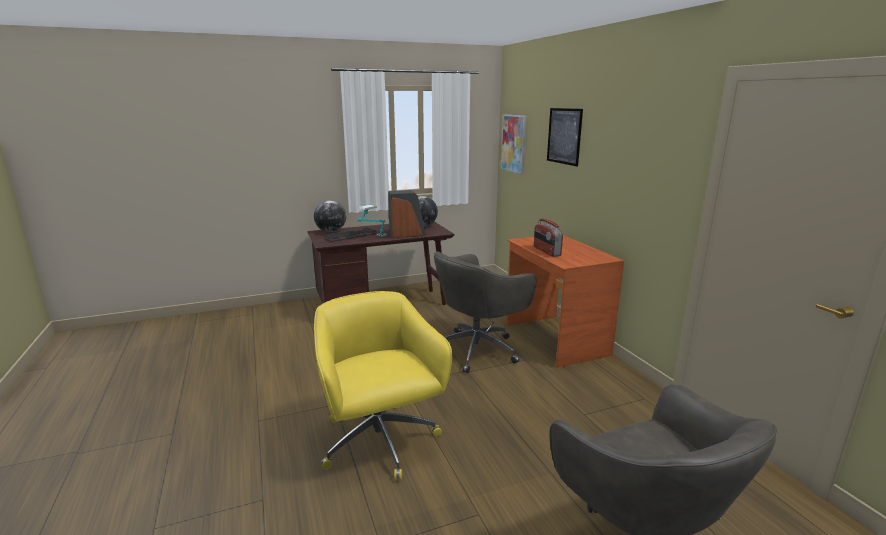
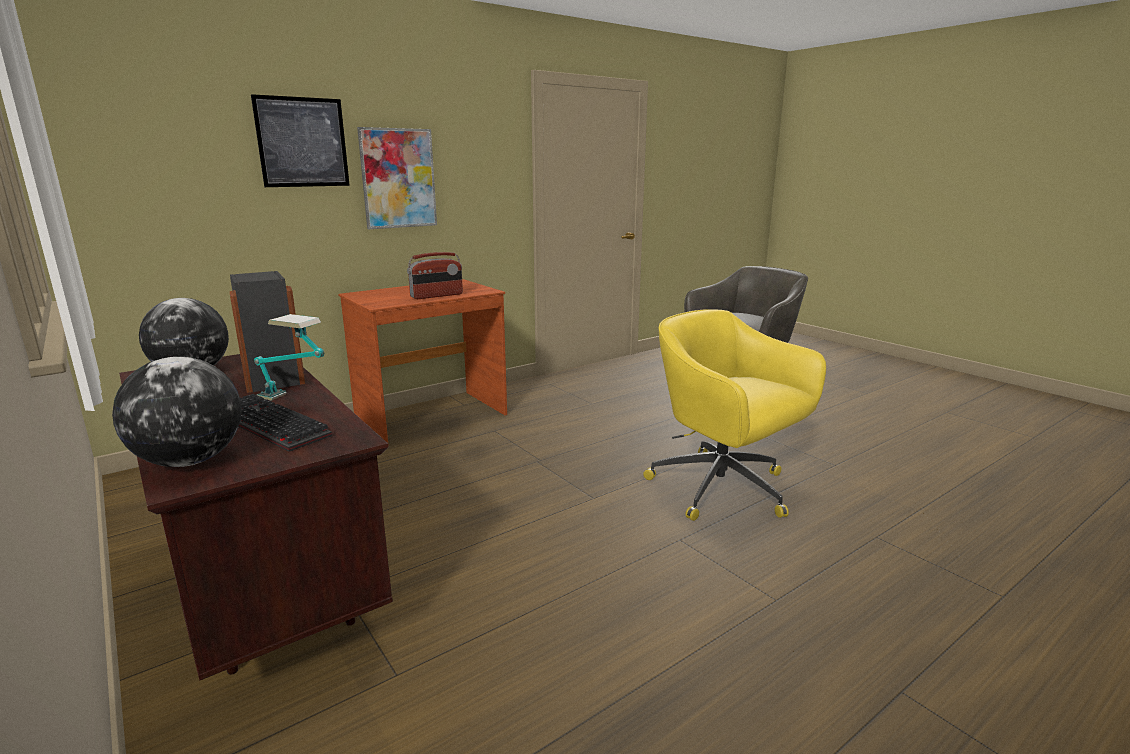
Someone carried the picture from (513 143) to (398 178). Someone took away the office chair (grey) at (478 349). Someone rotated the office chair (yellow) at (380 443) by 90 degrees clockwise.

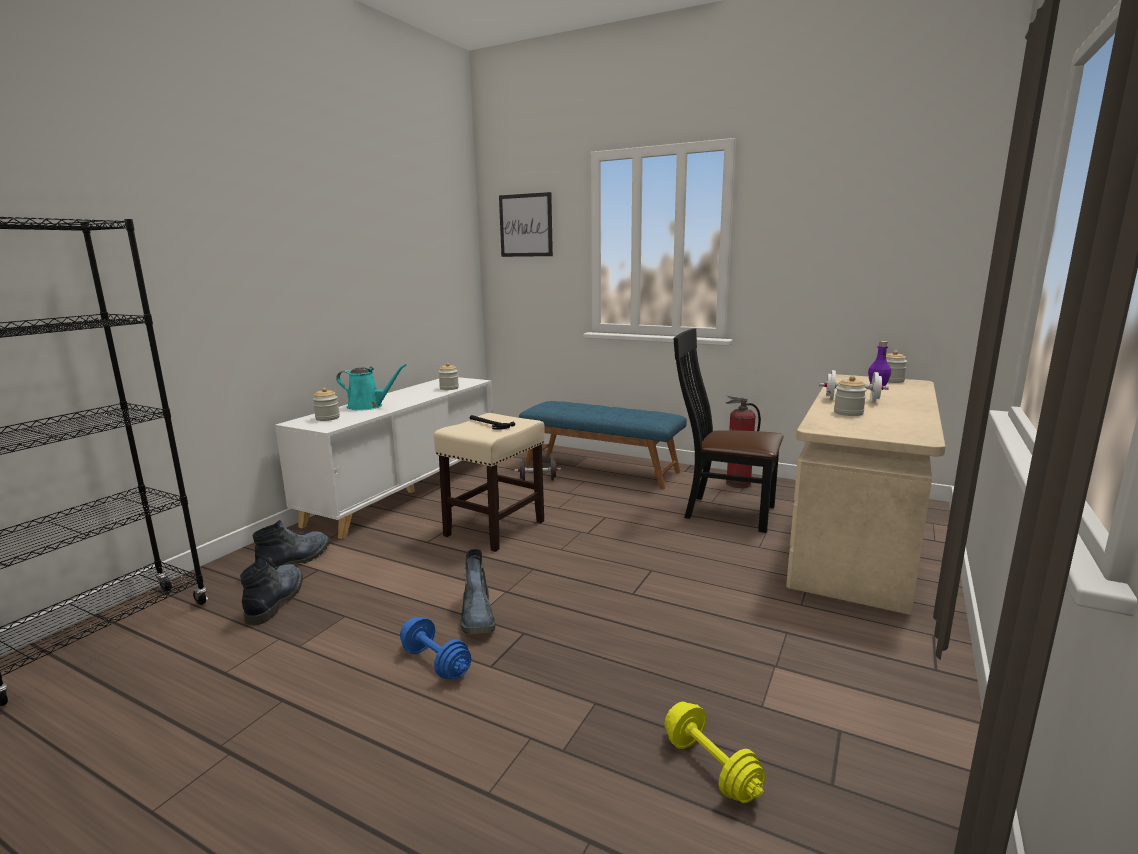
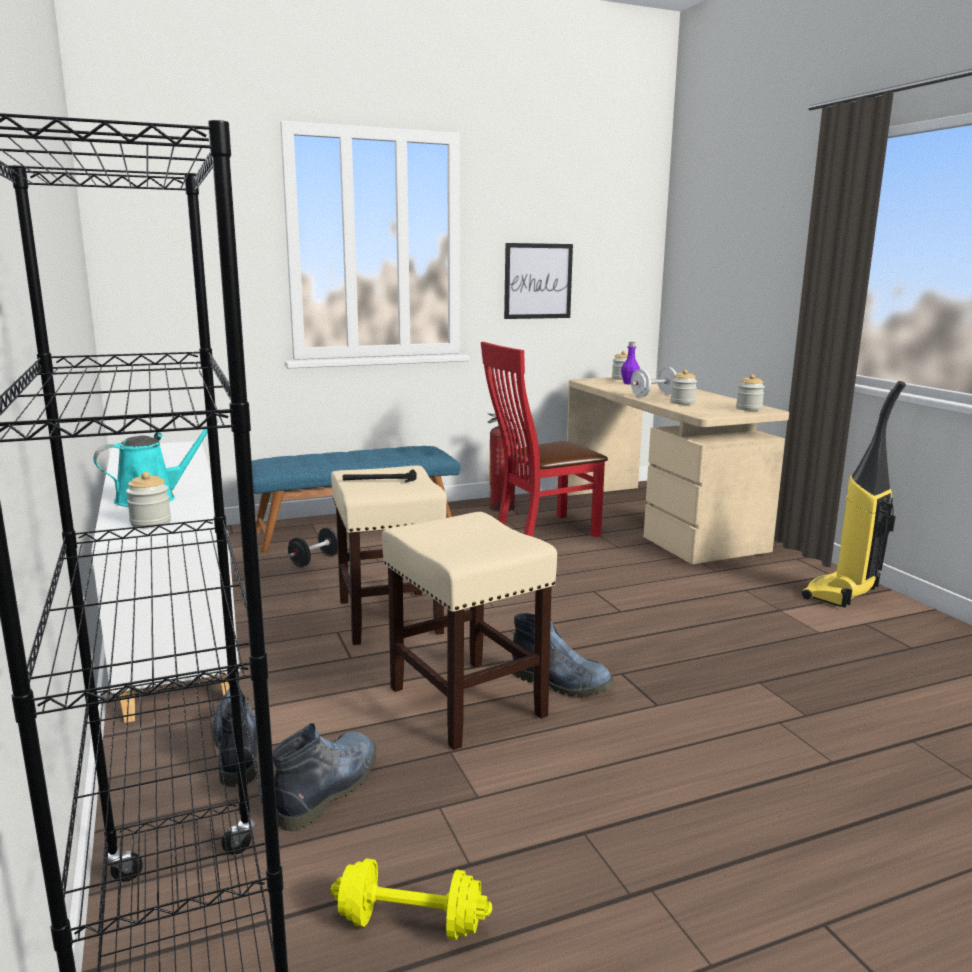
Someone carried the picture from (526 225) to (538 281). Someone repainted the chair (black) at (723 511), which became the chair (red) at (540 531). Someone carried the jar from (449 388) to (749 408). Someone rotated the boot at (276 599) by 75 degrees clockwise. Someone took away the dumbbell (blue) at (436 662). Someone carried the dumbbell (yellow) from (711 768) to (410 923). Someone put down the vacuum cleaner at (841 594). Someone put down the stool (beige) at (465 701).

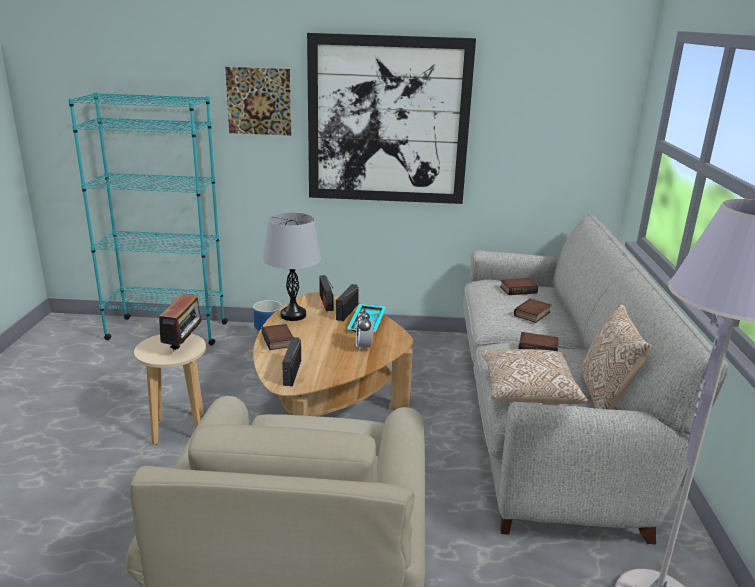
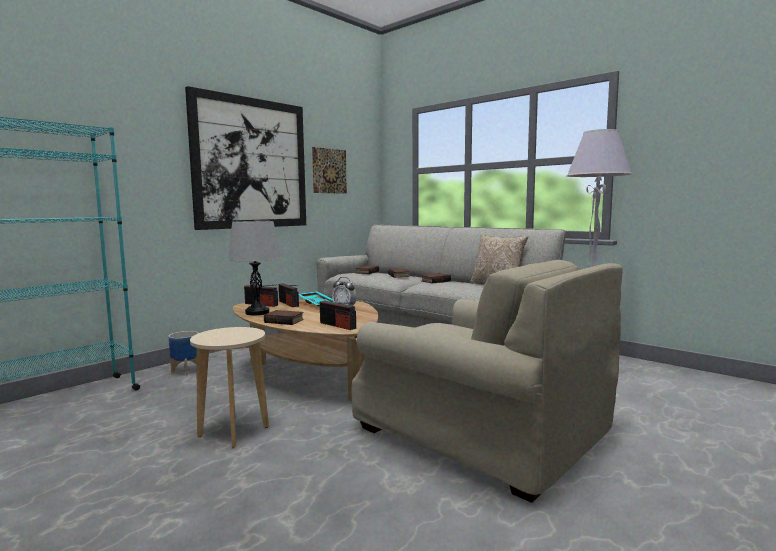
Someone carried the picture from (259 101) to (329 171). Someone took away the radio at (184 345). Someone took away the pillow at (528 391).

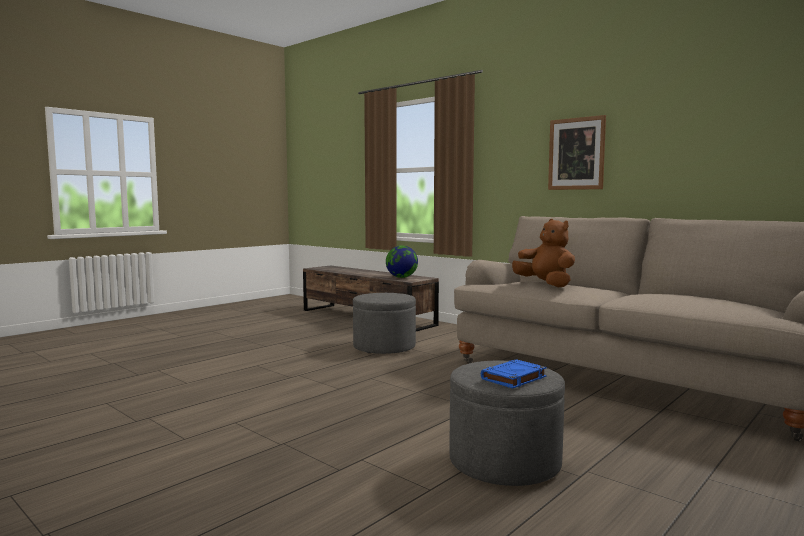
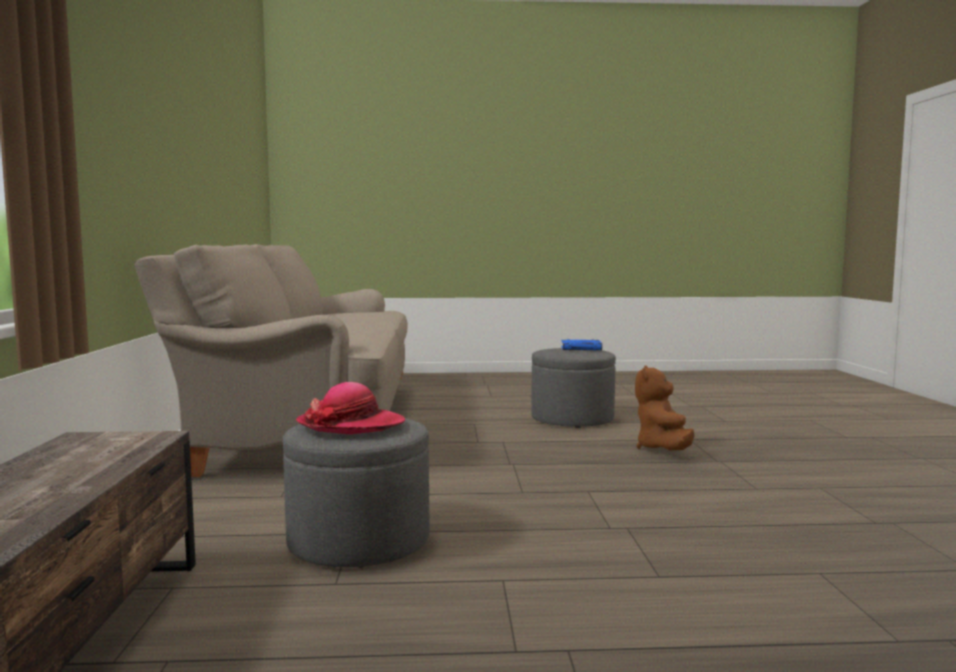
Someone took away the picture at (576 154). Someone carried the plush toy (brown) from (545 284) to (663 449). Someone took away the globe at (401 277). Someone put down the hat at (351 425).

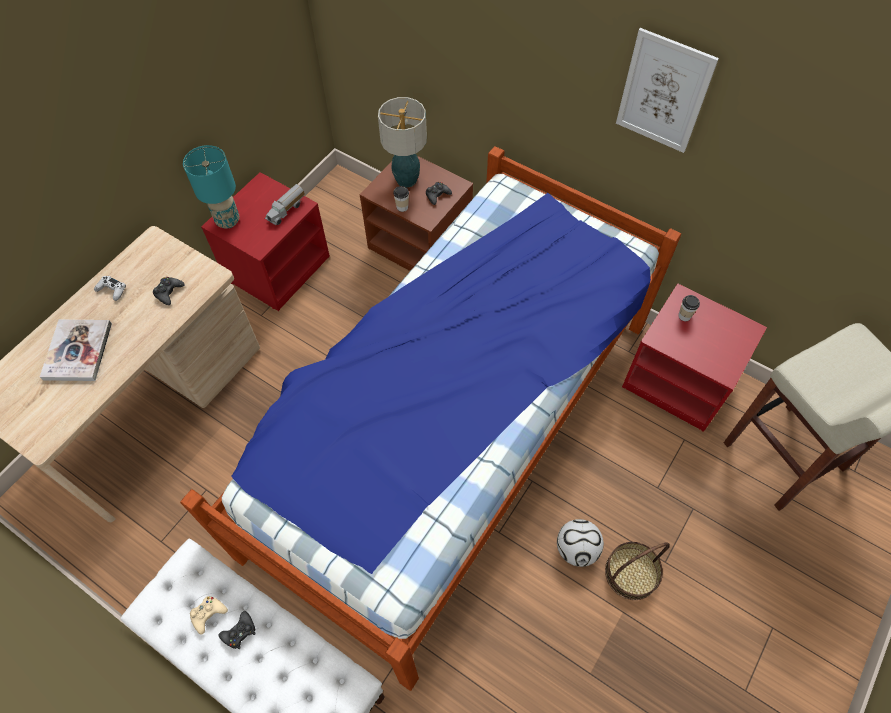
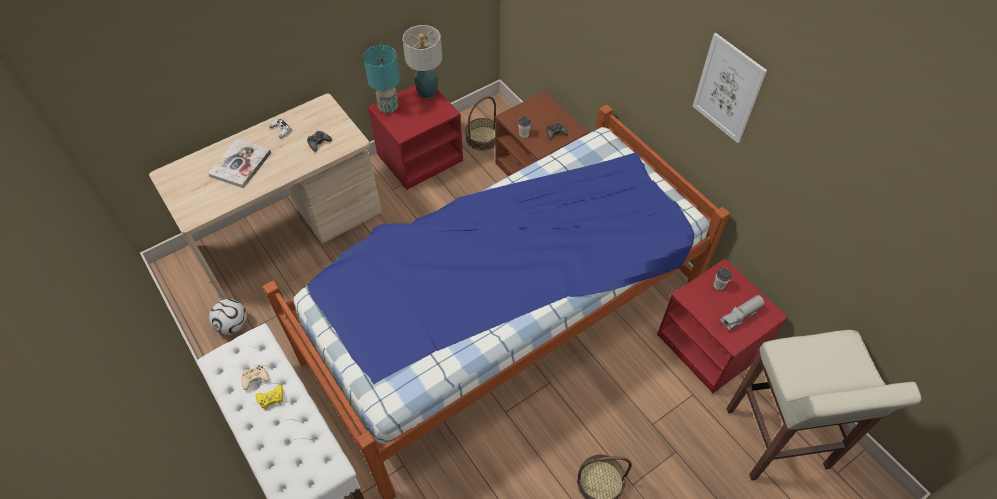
Someone carried the table lamp from (406 179) to (427 92). Someone carried the toy truck from (287 211) to (740 317). Someone carried the football from (576 549) to (233 325). Someone repainted the game controller (black) at (240 632), which became the game controller (yellow) at (271 399). Someone put down the basket at (482 138).

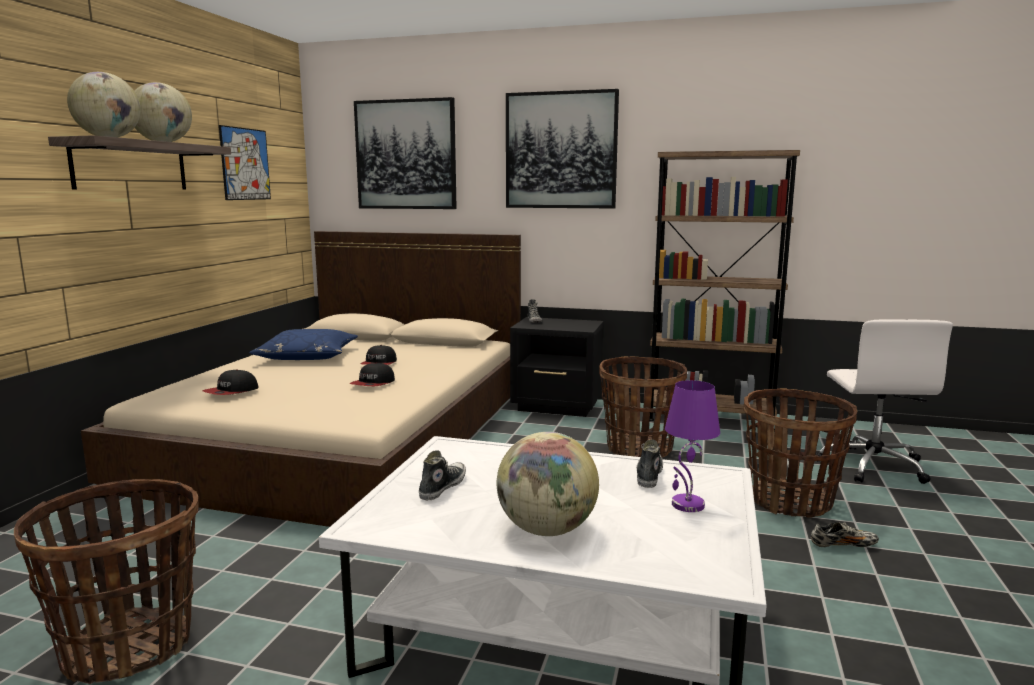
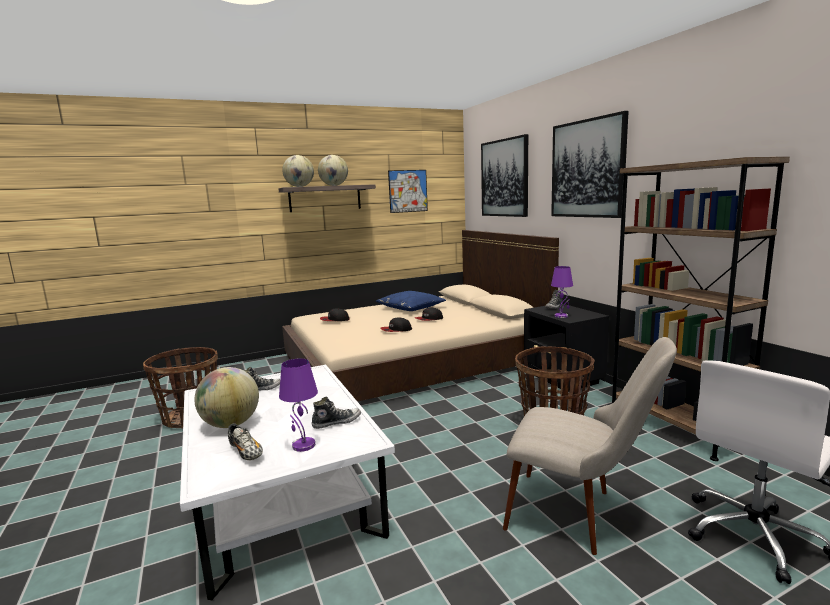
Someone swapped the basket at (790 501) for the chair (beige) at (579 515). Someone carried the shoe from (843 545) to (246 452). Someone put down the table lamp (purple) at (561 316).

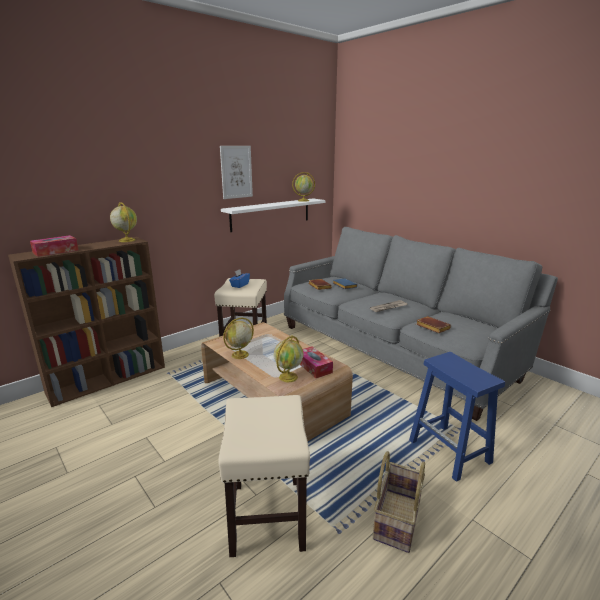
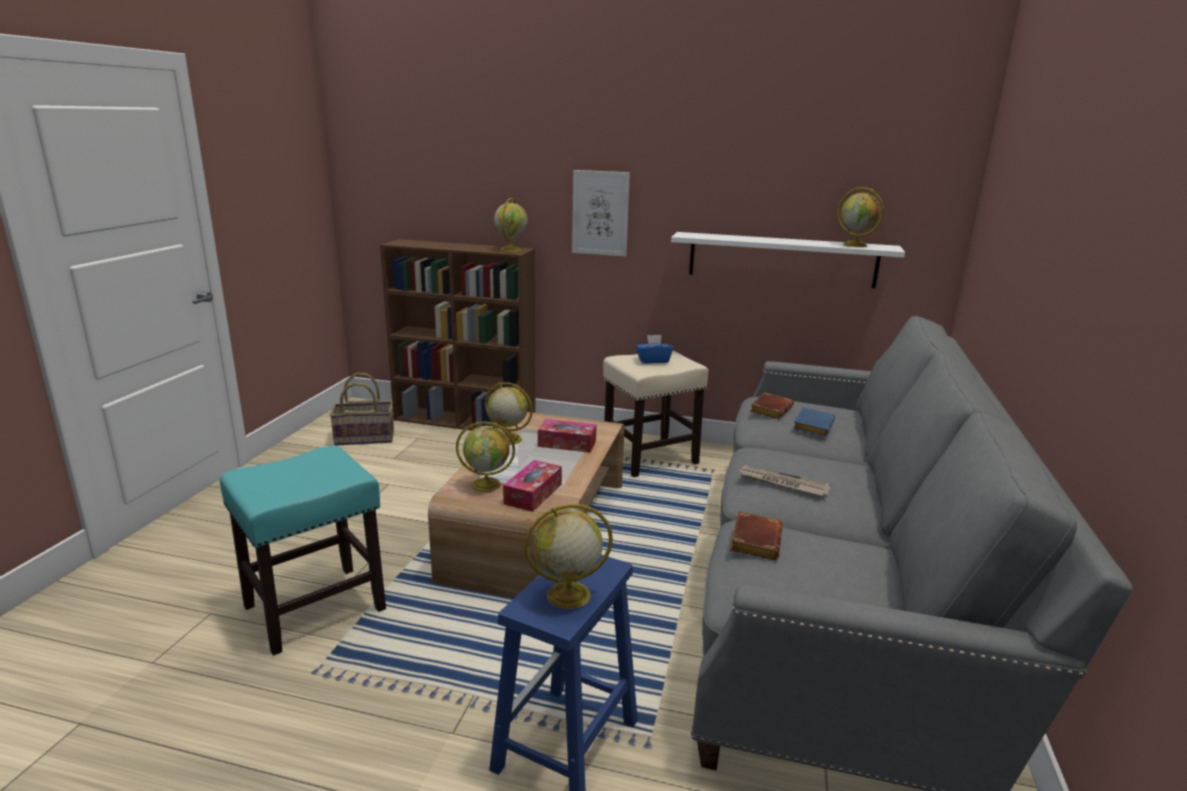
Someone carried the picture from (236 172) to (600 213). Someone carried the tissue box from (56 251) to (567 443). Someone repainted the stool (beige) at (267 514), which became the stool (turquoise) at (316 607). Someone carried the basket from (396 519) to (365 437). Someone put down the globe at (567 595).

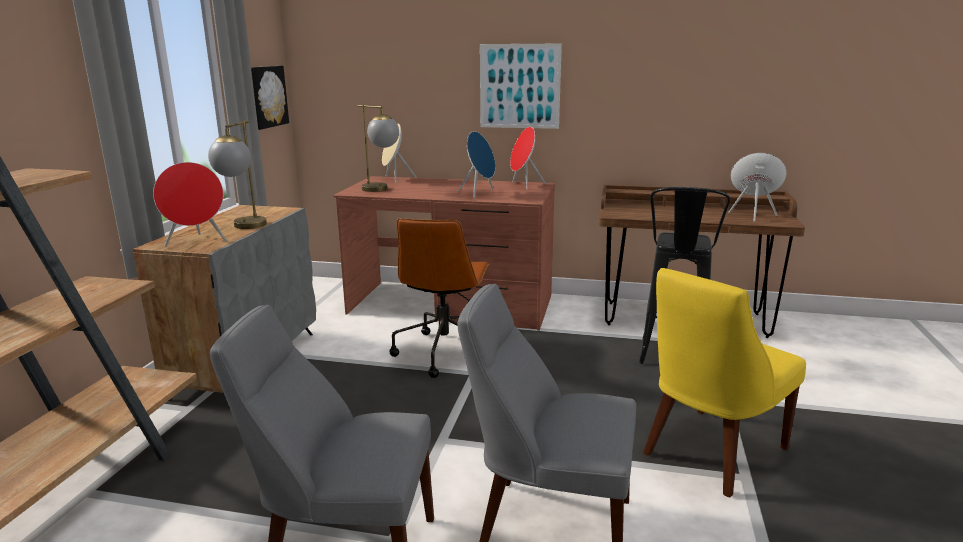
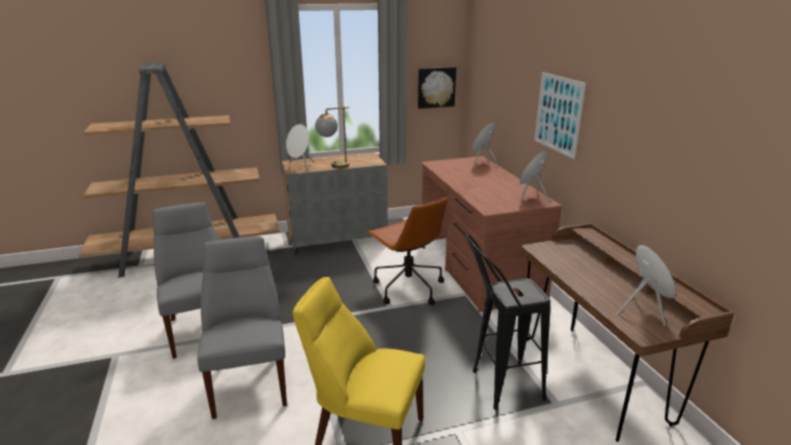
Someone took away the table lamp at (381 190). Someone took away the speaker (blue) at (479 193). Someone repainted the speaker (red) at (197 242), which became the speaker (white) at (300 166). Someone rotated the office chair (brown) at (444 352) by 105 degrees counterclockwise.

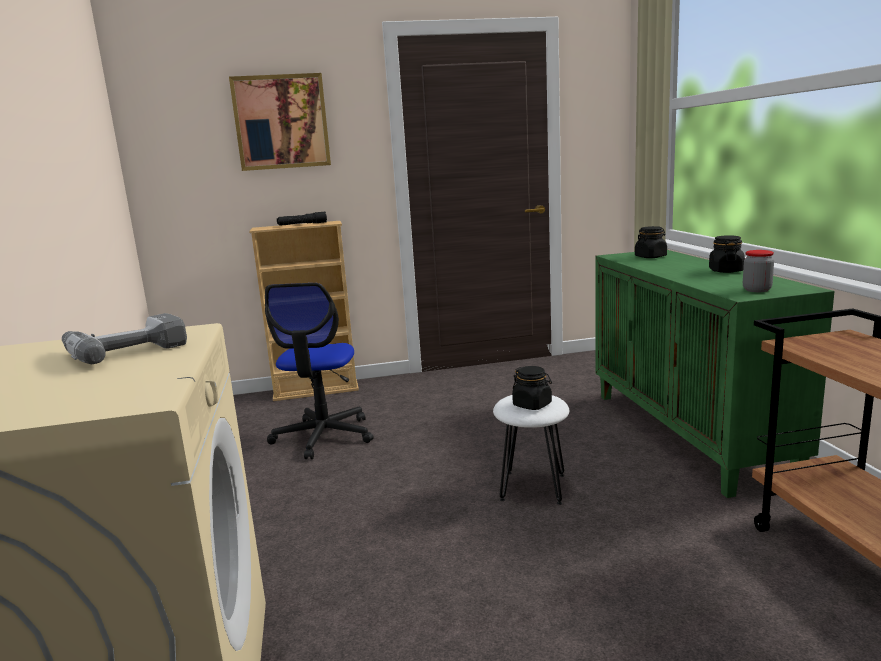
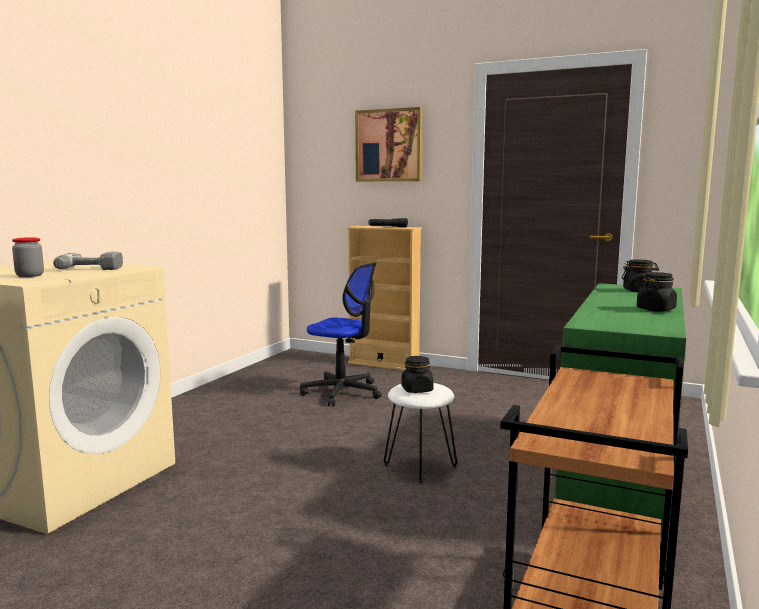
Someone carried the jar from (756 290) to (30 276). Someone rotated the office chair at (323 436) by 105 degrees counterclockwise.

